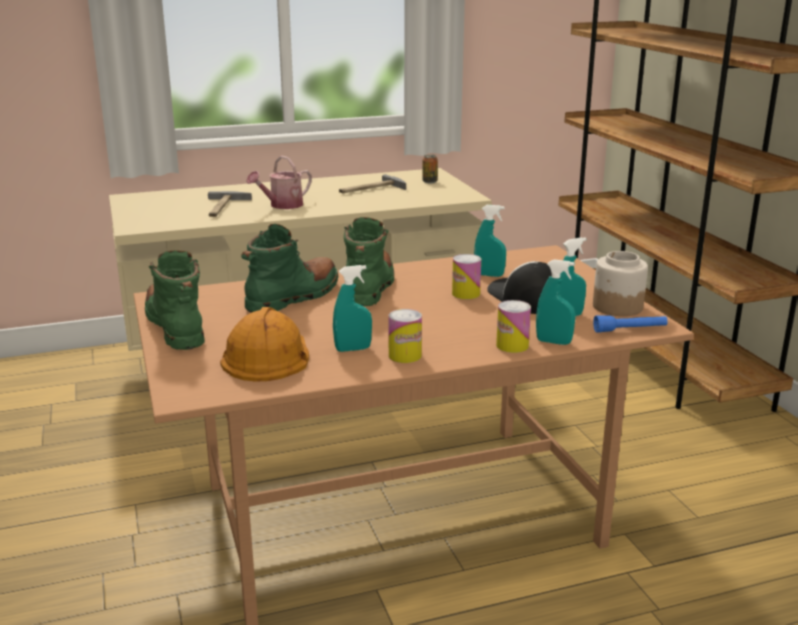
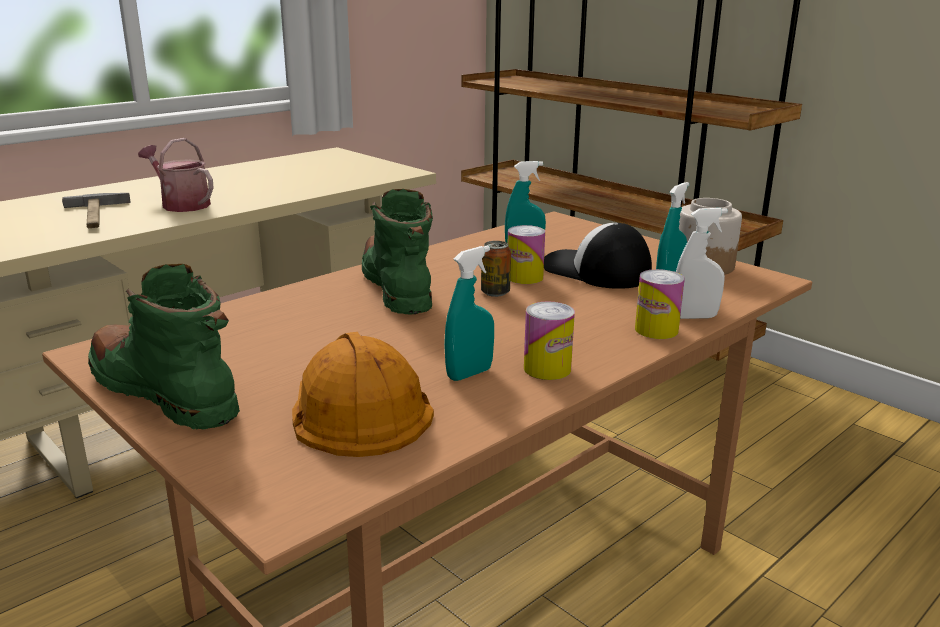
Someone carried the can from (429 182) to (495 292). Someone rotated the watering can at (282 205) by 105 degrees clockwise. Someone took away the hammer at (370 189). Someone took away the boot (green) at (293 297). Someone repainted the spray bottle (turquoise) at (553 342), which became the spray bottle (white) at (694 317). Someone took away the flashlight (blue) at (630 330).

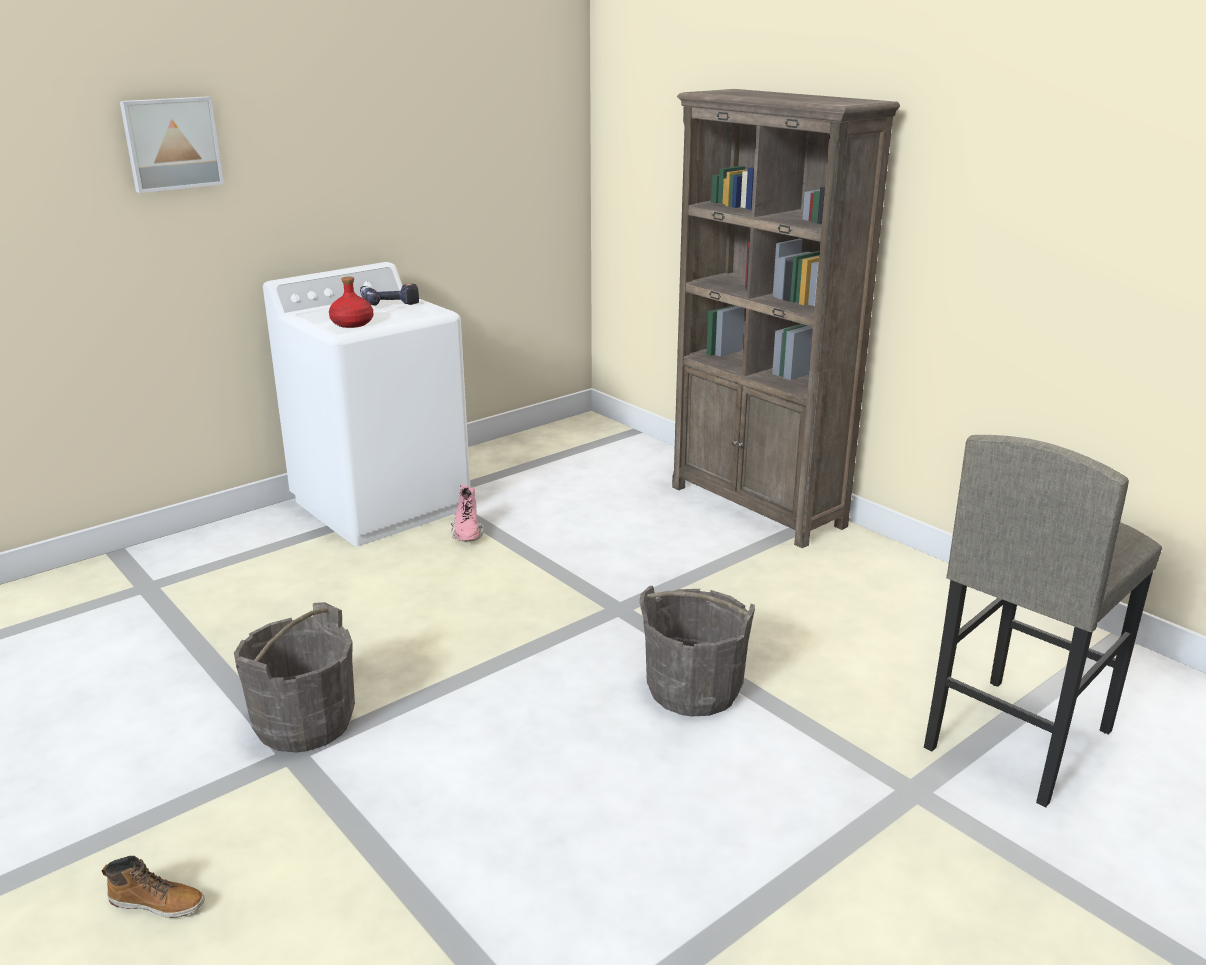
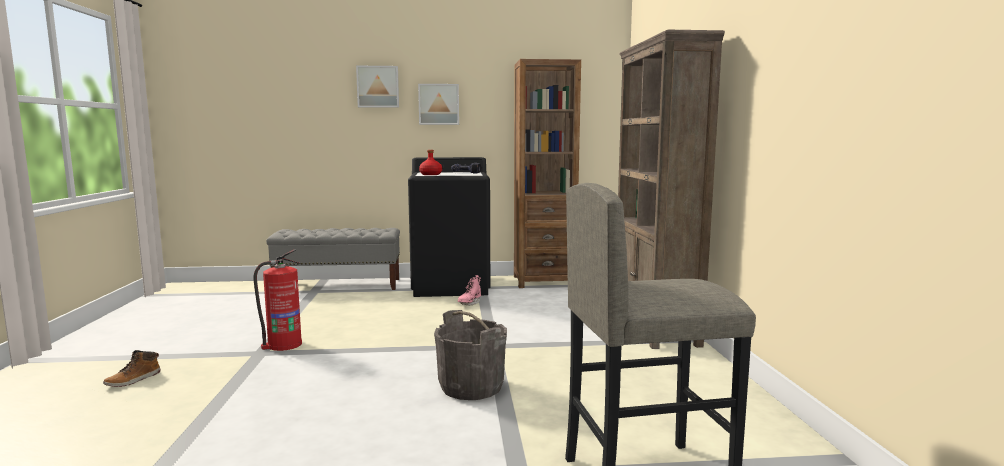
Someone repainted the washing machine (white) at (382 504), which became the washing machine (black) at (451 286). Someone swapped the bucket (grey) at (304 723) for the fire extinguisher at (283 345). Someone rotated the boot at (158 902) by 75 degrees clockwise. Someone put down the bookcase (brown) at (543 281). Someone put up the picture at (438 104). Someone put down the bench (grey) at (339 285).

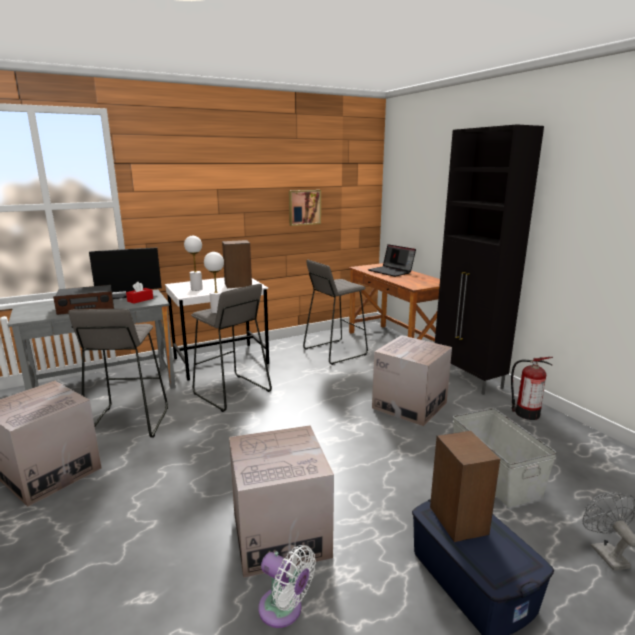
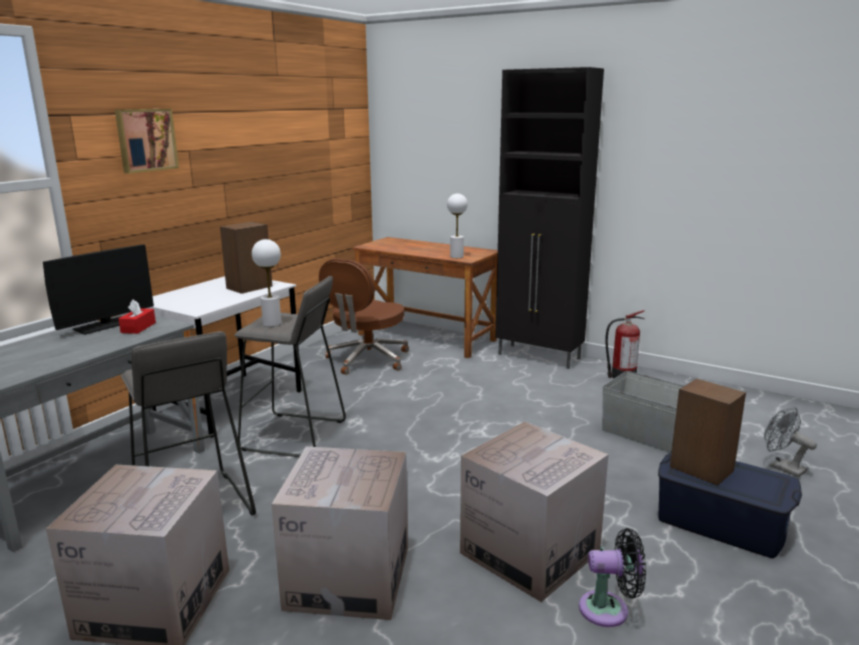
Someone carried the picture from (304 207) to (146 140). Someone carried the table lamp (white) from (197 289) to (457 256). Someone took away the laptop at (391 271). Someone swapped the stool (grey) at (334 351) for the office chair (brown) at (367 360). Someone took away the radio at (86 307). Someone carried the cardboard box from (409 405) to (348 577). Someone repainted the fan (white) at (284 610), which became the fan (black) at (609 609).

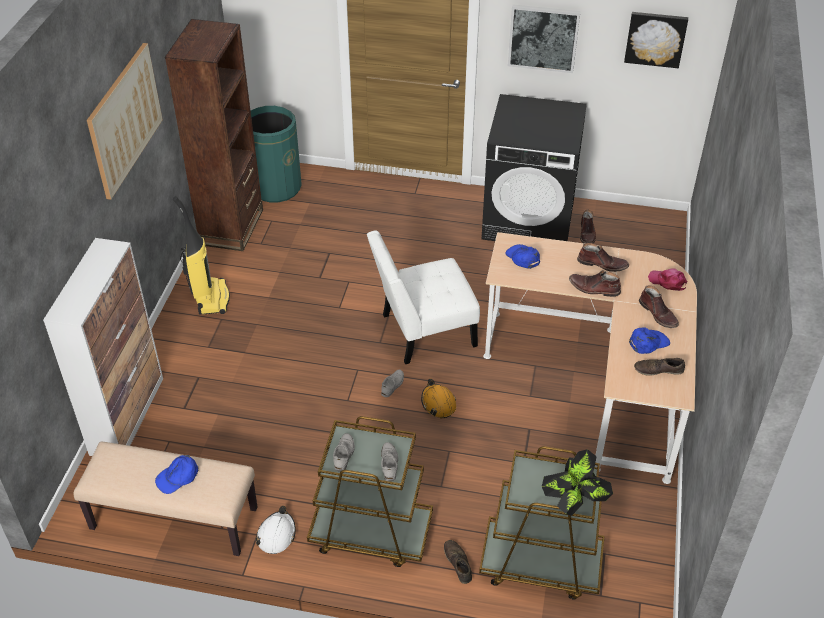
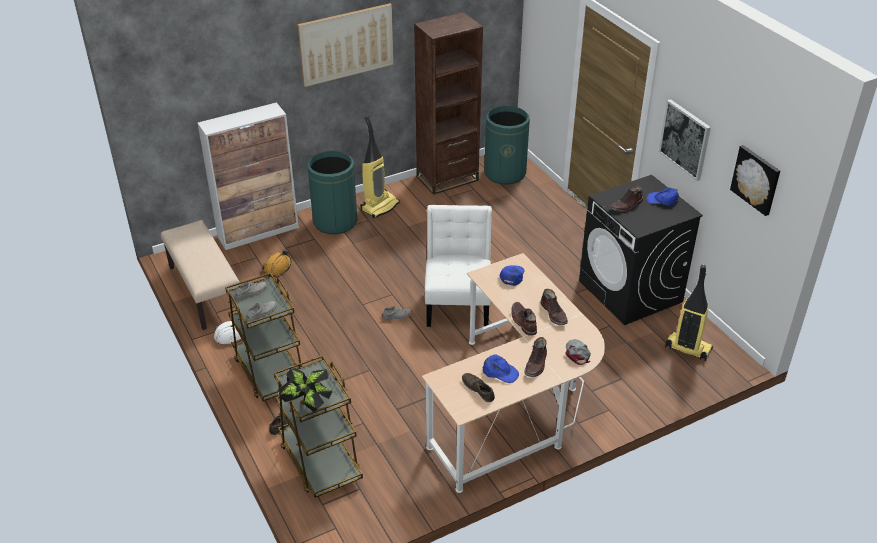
Someone carried the boot (brown) from (587 234) to (626 205). Someone rotated the chair (white) at (423 332) by 60 degrees clockwise. Someone repainted the cap (pink) at (667 282), which became the cap (grey) at (577 353). Someone carried the hard hat (orange) from (438 403) to (277 267). Someone carried the cap (blue) from (178 477) to (662 200). Someone put down the trash can (green) at (335 222). Someone put down the vacuum cleaner at (687 349).

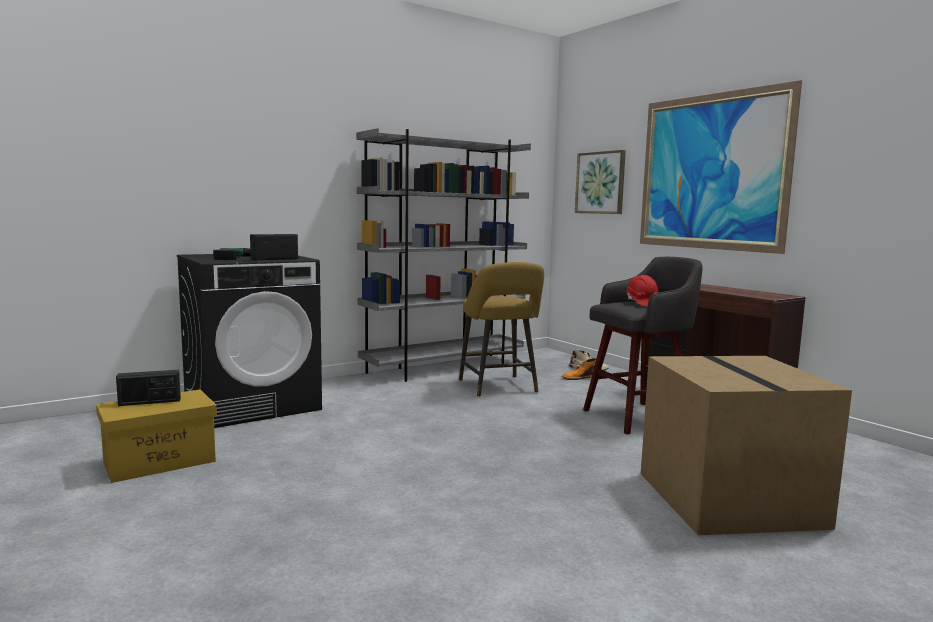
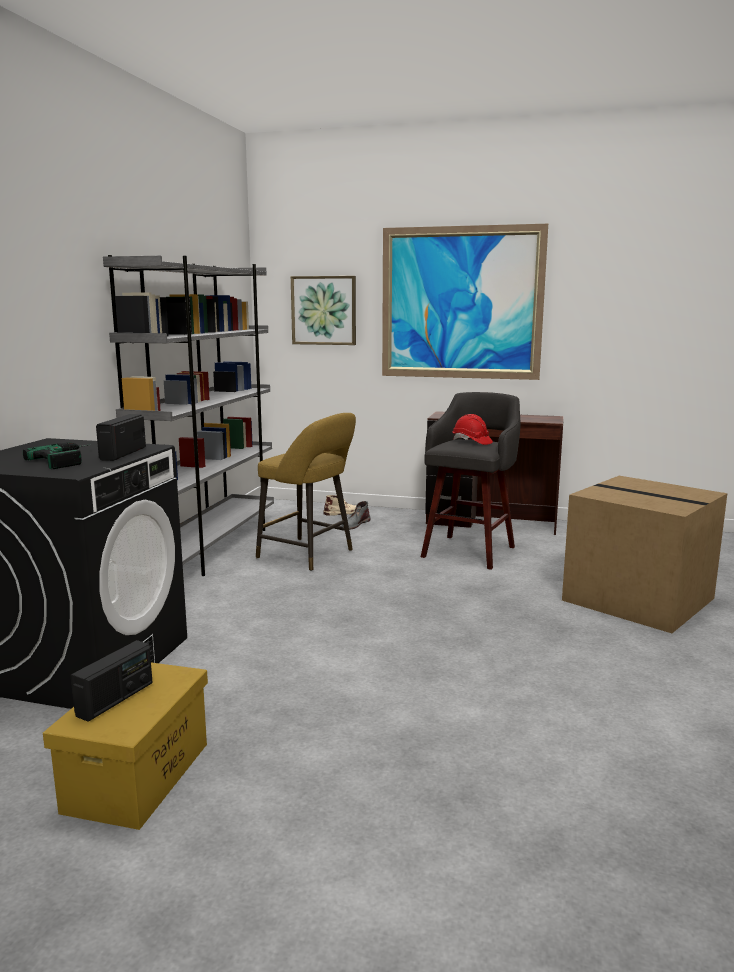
Someone repainted the boot (orange) at (580 377), which became the boot (grey) at (355 524).

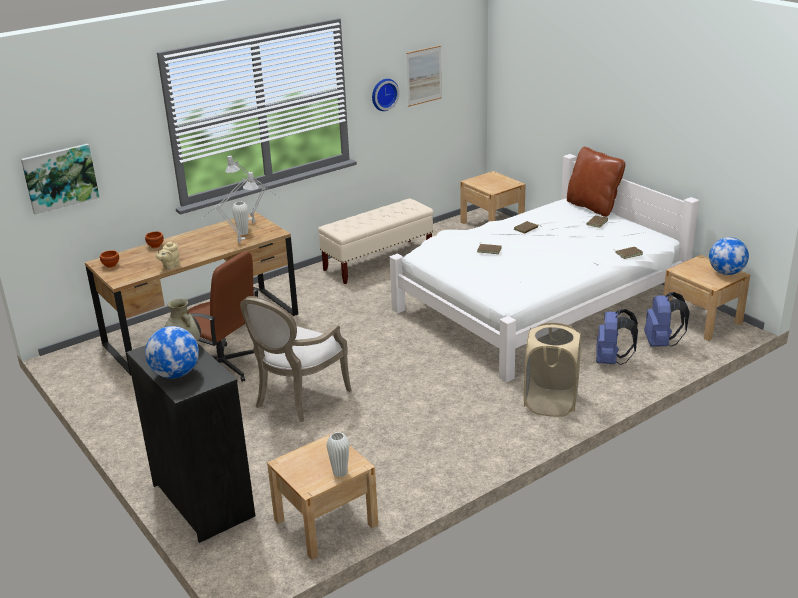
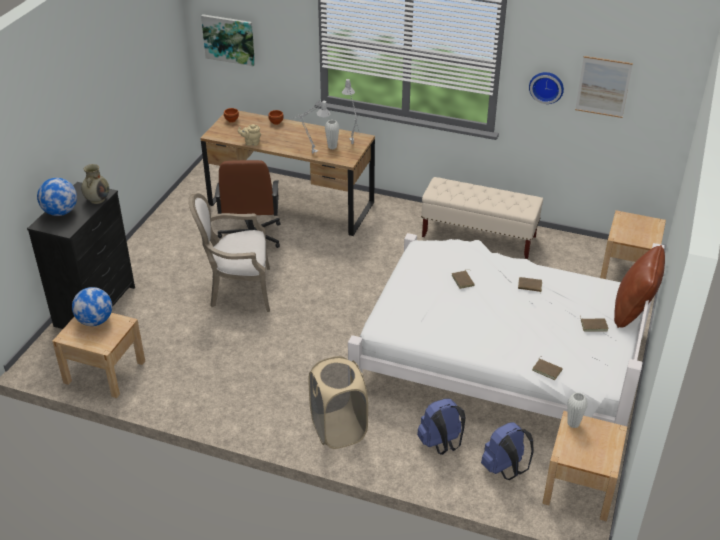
Someone carried the globe from (726 272) to (95 321). Someone carried the vase (white) from (340 473) to (573 423).

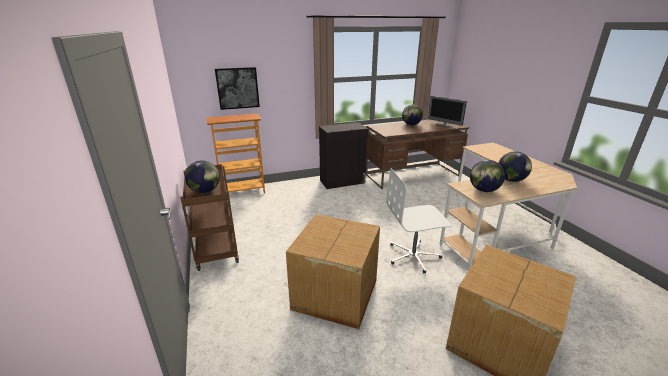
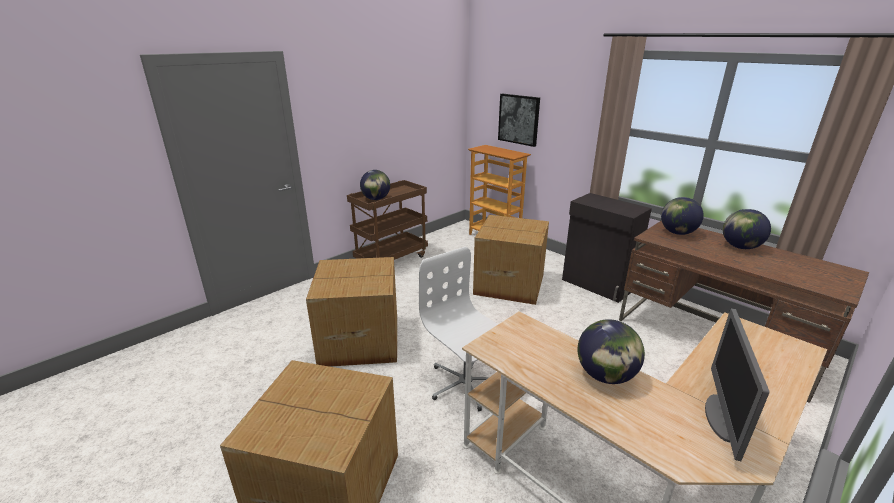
Someone carried the monitor from (444 125) to (722 418). Someone carried the globe from (483 190) to (677 233). Someone put down the cardboard box at (508 283).

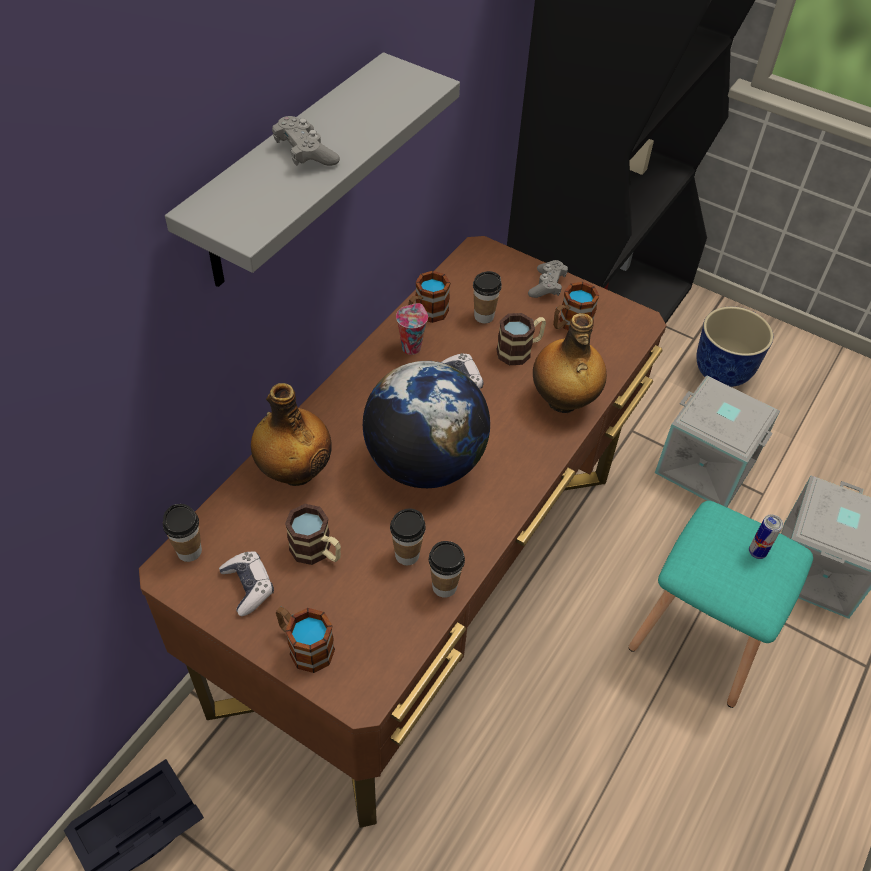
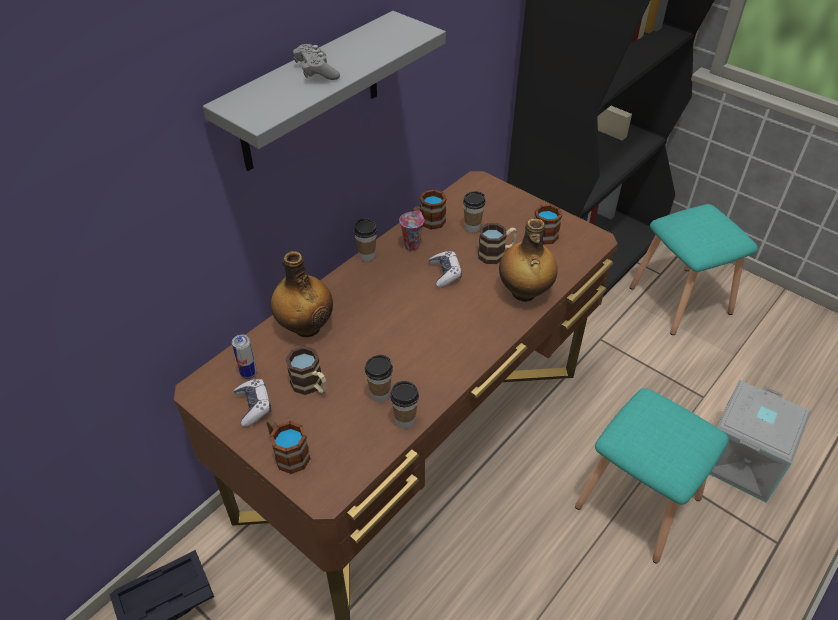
Someone took away the game controller (grey) at (547 286). Someone swapped the planter at (723 372) for the stool (turquoise) at (681 301). Someone took away the globe at (424 463). Someone took away the storage box (grey) at (707 465). Someone carried the cup from (189 551) to (367 256). Someone carried the can from (757 552) to (249 373).

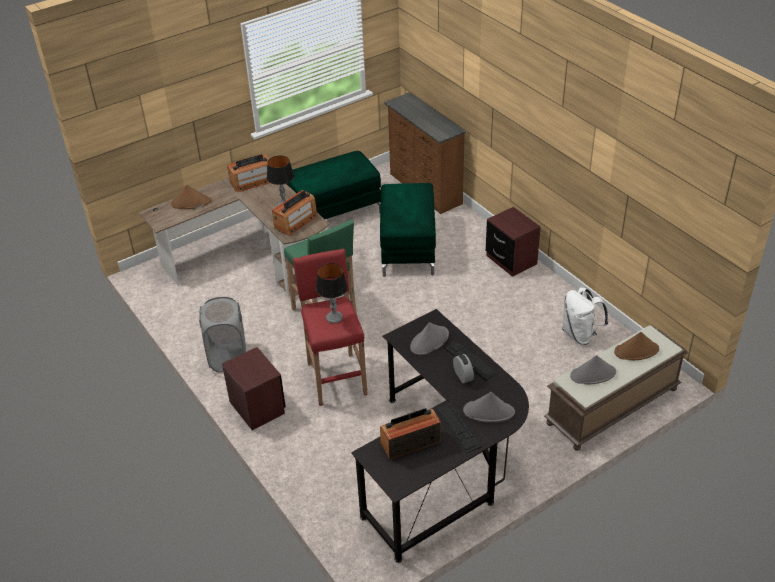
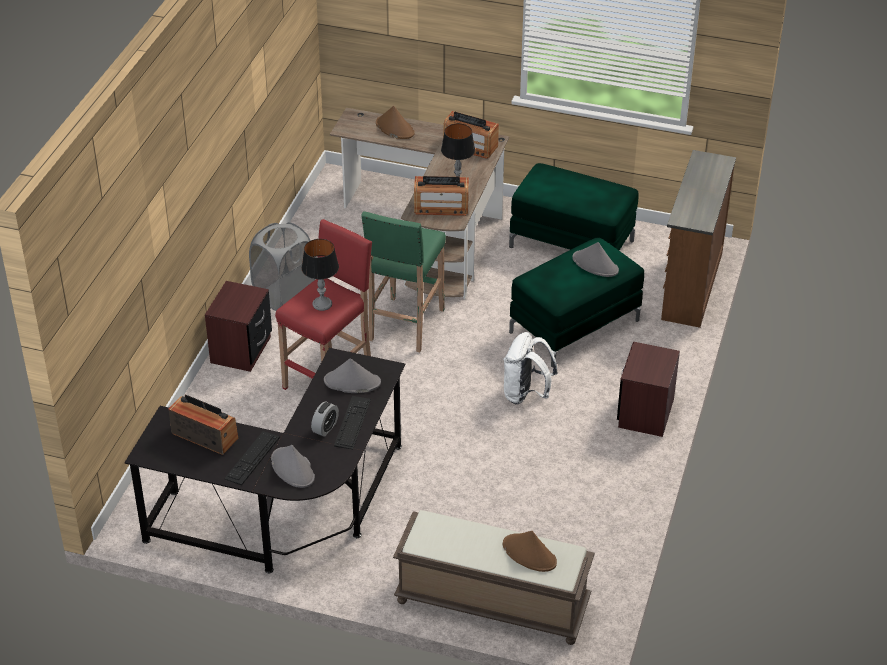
Someone carried the backpack (white) from (580 334) to (526 394). Someone carried the hat (grey) from (593 374) to (595 264).

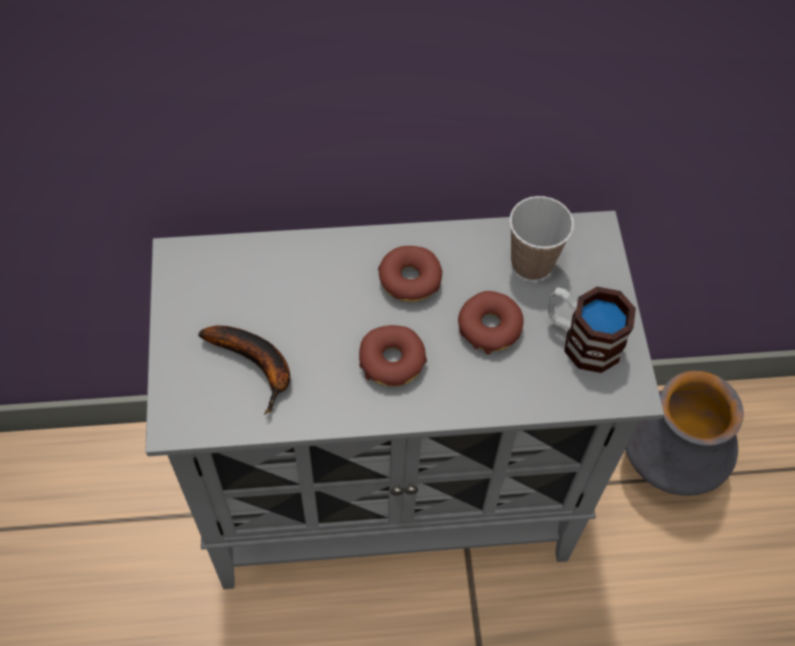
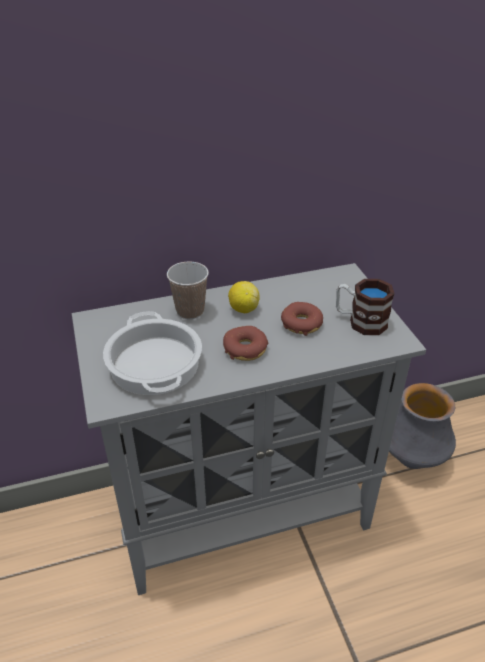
Someone carried the cup from (532 263) to (190 311). Someone swapped the donut at (409 280) for the lemon at (243 309). Someone swapped the banana at (256 365) for the cooking pot at (155 364).

